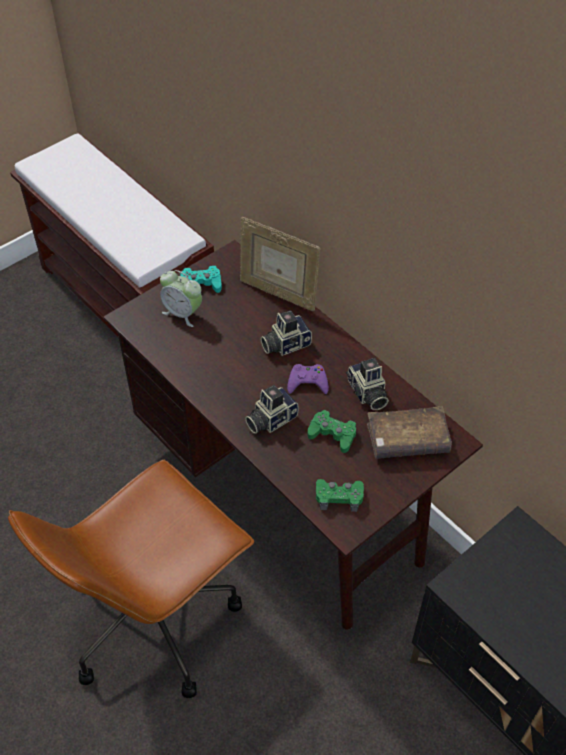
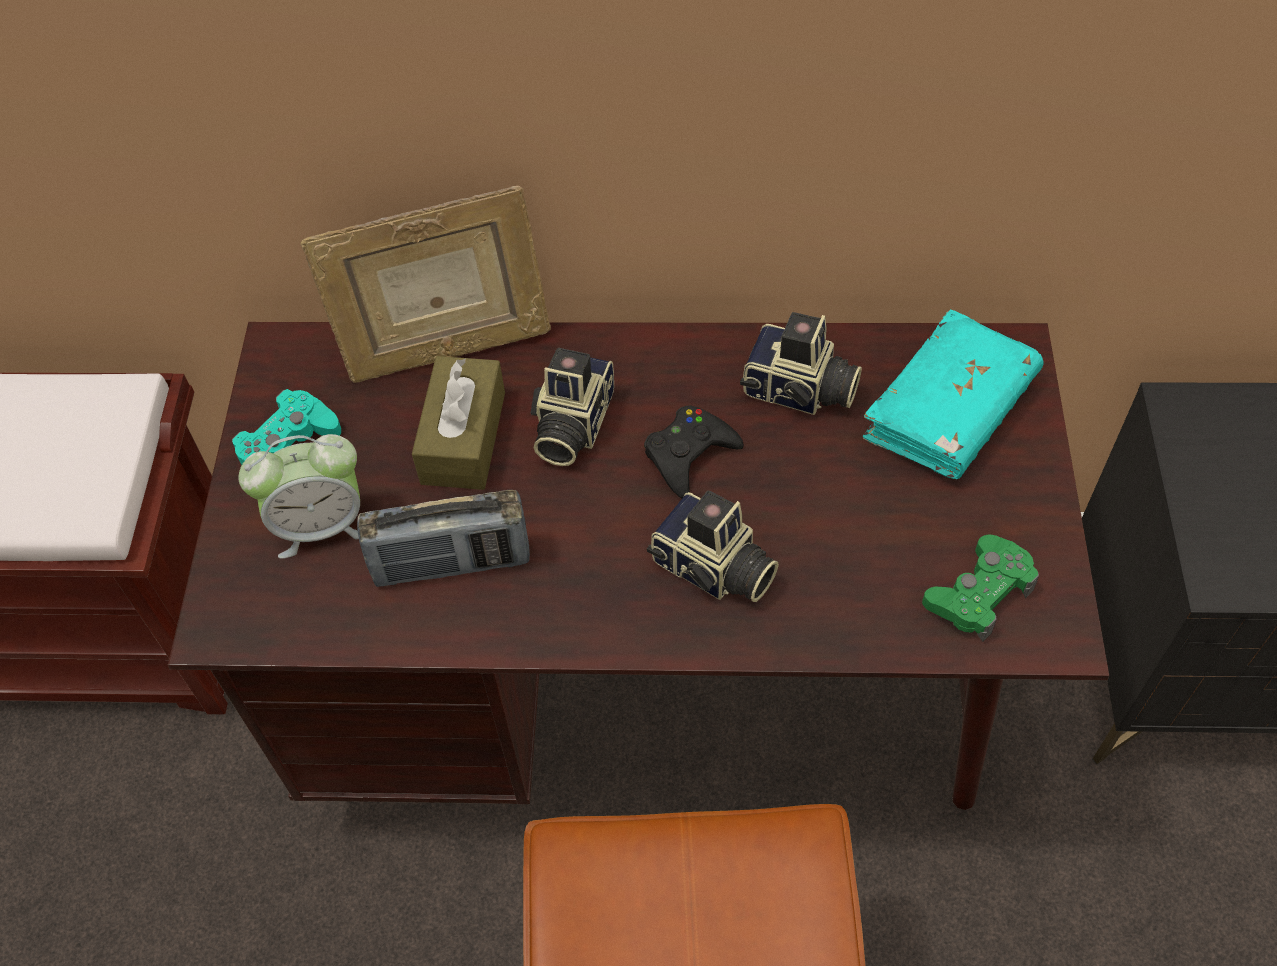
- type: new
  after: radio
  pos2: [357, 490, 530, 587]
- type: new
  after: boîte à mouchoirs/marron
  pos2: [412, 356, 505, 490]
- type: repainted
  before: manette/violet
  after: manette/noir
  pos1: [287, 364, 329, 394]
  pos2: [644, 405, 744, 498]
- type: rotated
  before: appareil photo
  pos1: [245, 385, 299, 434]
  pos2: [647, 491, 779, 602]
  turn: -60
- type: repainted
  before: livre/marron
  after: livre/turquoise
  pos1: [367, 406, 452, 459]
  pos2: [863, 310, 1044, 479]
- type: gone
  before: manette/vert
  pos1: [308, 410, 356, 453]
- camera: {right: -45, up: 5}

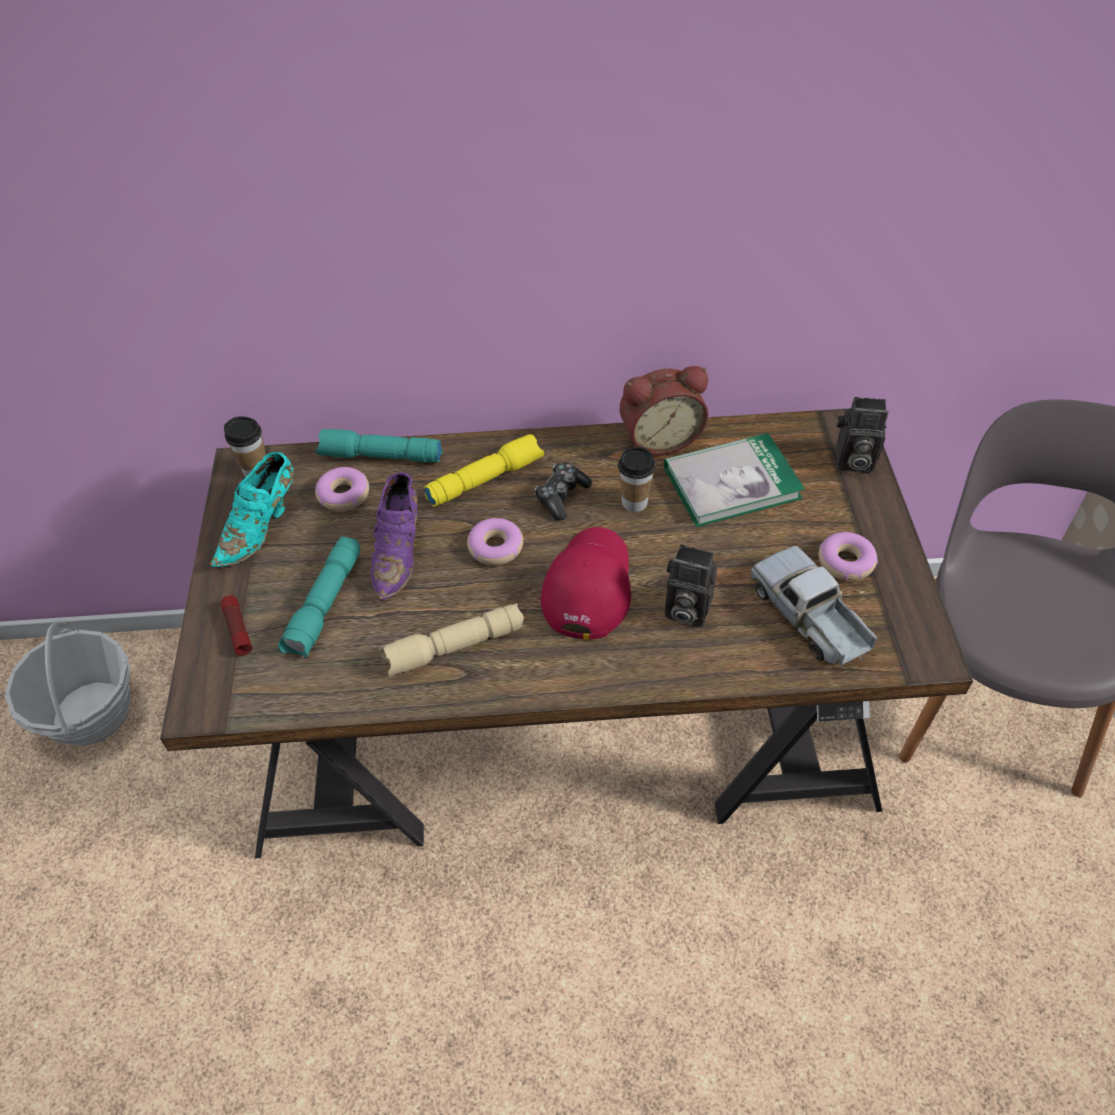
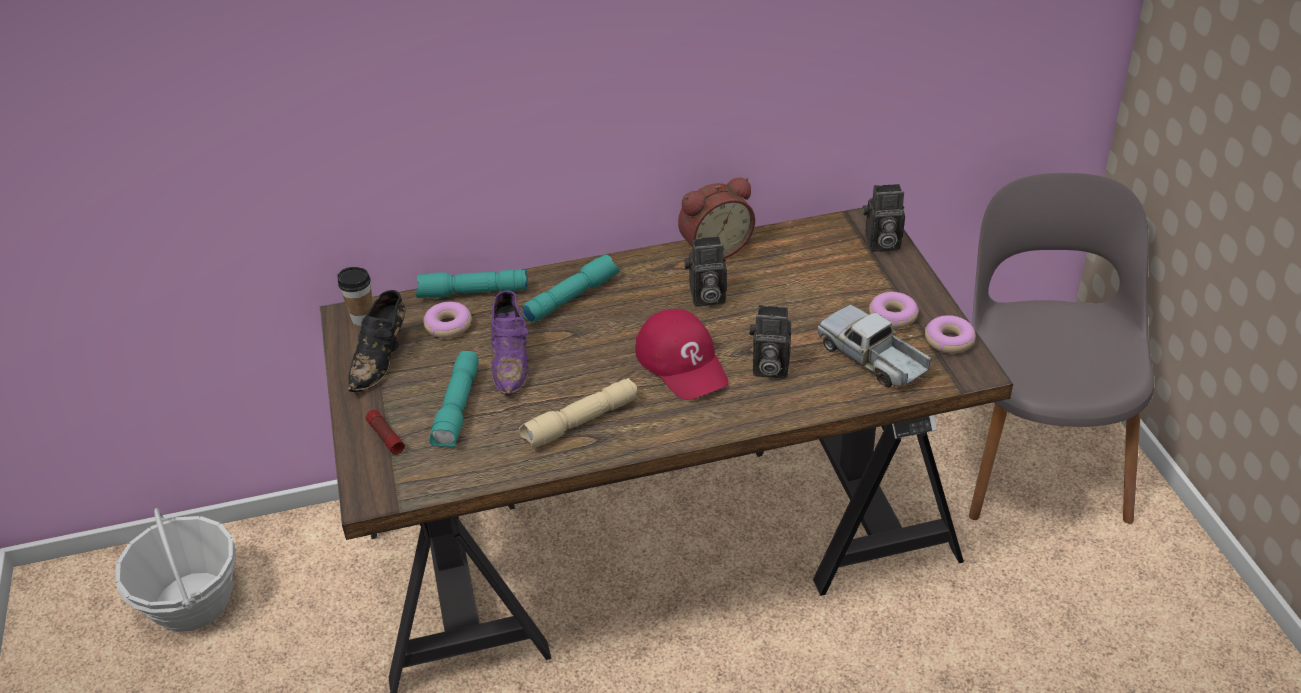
- type: repainted
  before: chaussure/turquoise
  after: chaussure/noir
  pos1: [210, 452, 294, 567]
  pos2: [348, 290, 406, 392]
- type: repainted
  before: lampe de poche/jaune
  after: lampe de poche/turquoise
  pos1: [424, 434, 544, 507]
  pos2: [522, 255, 619, 323]
- type: rotated
  before: casquette/rouge
  pos1: [541, 527, 631, 640]
  pos2: [635, 309, 729, 400]
  turn: 150
- type: swapped
  before: tasse
  after: appareil photo
  pos1: [618, 446, 656, 512]
  pos2: [684, 236, 727, 307]
- type: shifted
  before: beignet
  pos1: [467, 518, 523, 566]
  pos2: [925, 315, 976, 354]
- type: gone
  before: manette
  pos1: [535, 462, 593, 521]
- type: gone
  before: livre
  pos1: [664, 433, 805, 527]
- camera: {right: -10, up: -10}

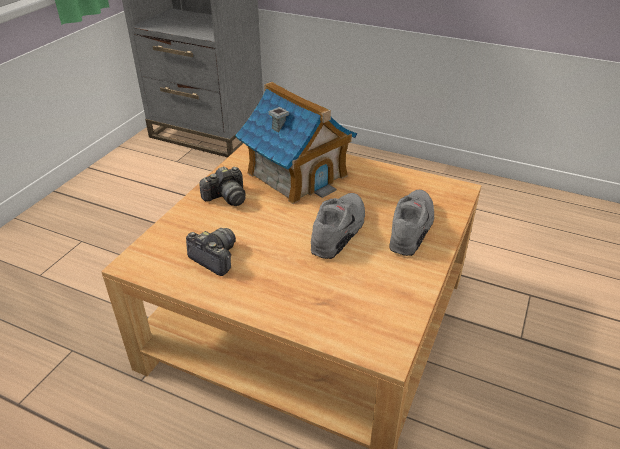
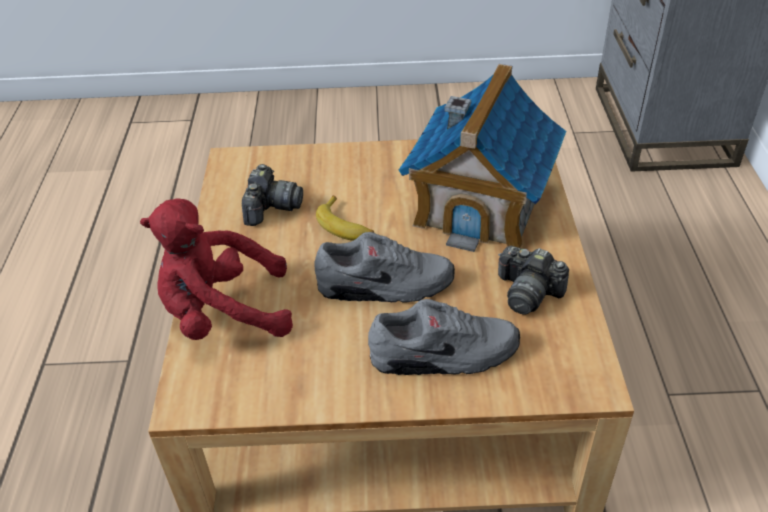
- type: new
  after: peluche/rouge
  pos2: [140, 198, 293, 340]
- type: new
  after: banane
  pos2: [316, 195, 374, 241]
- type: shifted
  before: appareil photo
  pos1: [199, 166, 246, 206]
  pos2: [498, 246, 569, 315]
- camera: {right: 65, up: 5}

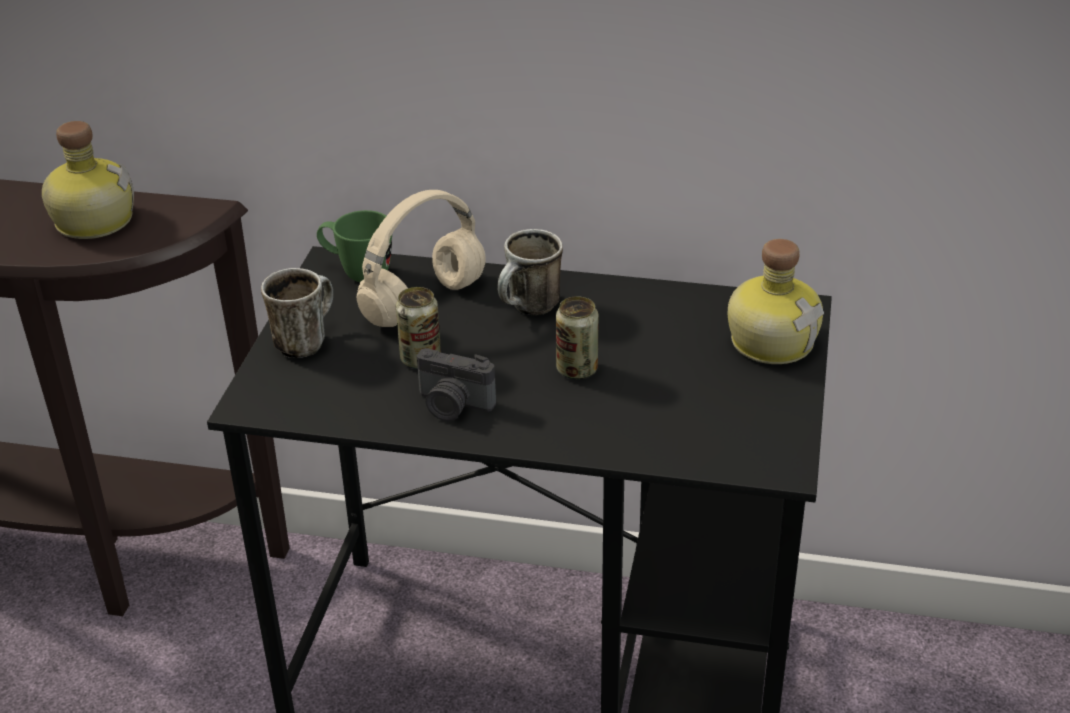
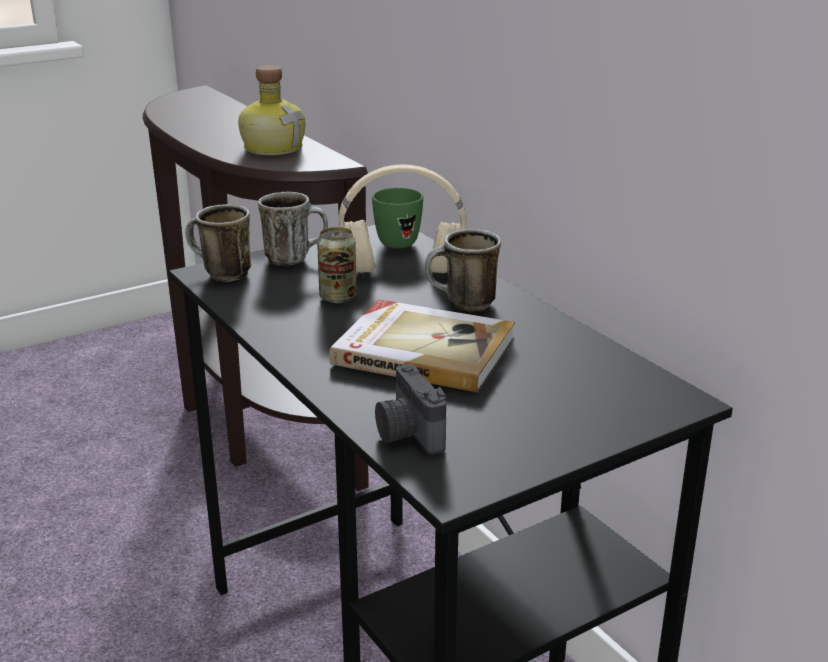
- type: new
  after: mug
  pos2: [185, 204, 251, 282]
- type: swapped
  before: boîte métallique
  after: livre
  pos1: [556, 296, 599, 379]
  pos2: [329, 299, 515, 393]
- type: shifted
  before: appareil photo
  pos1: [417, 348, 496, 421]
  pos2: [375, 364, 446, 455]
- type: gone
  before: bouteille
  pos1: [728, 239, 824, 364]
- camera: {right: 45, up: -10}

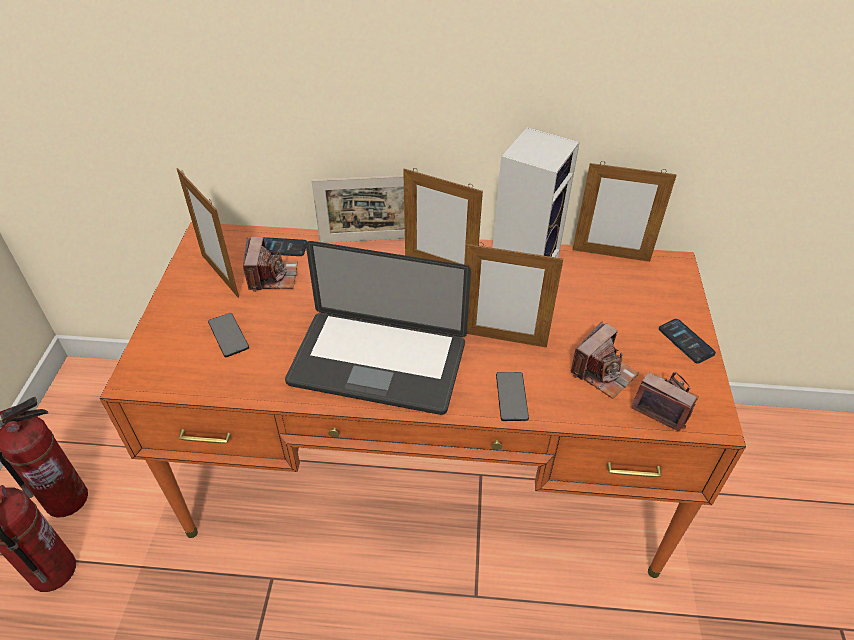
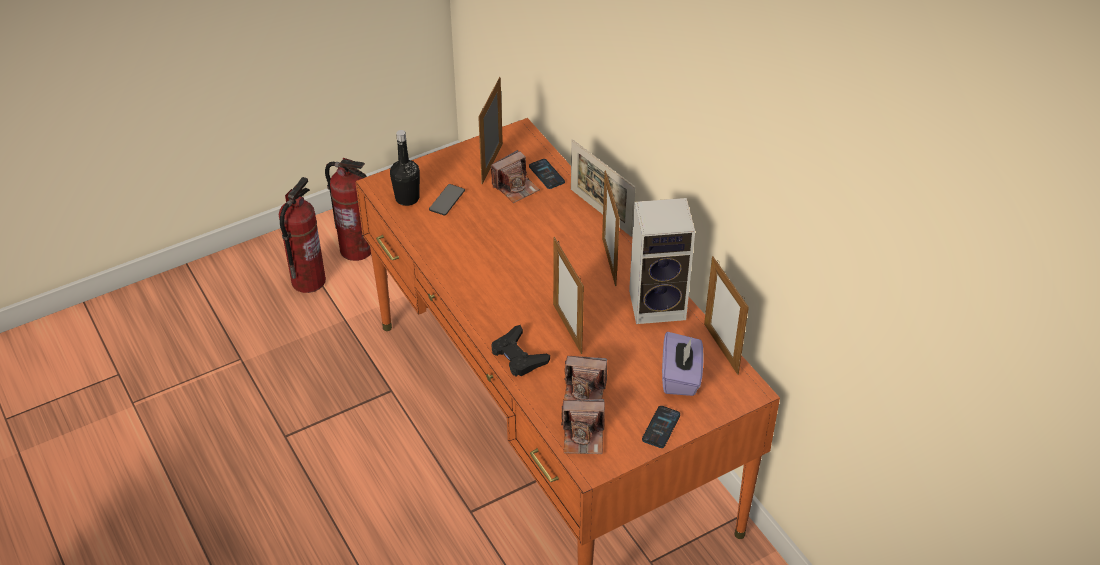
- type: new
  after: bouteille/noir
  pos2: [390, 130, 420, 206]
- type: swapped
  before: téléphone
  after: manette/noir
  pos1: [496, 372, 529, 421]
  pos2: [491, 325, 550, 377]
- type: rotated
  before: appareil photo
  pos1: [631, 372, 699, 431]
  pos2: [561, 399, 605, 454]
  turn: 90
- type: new
  after: boîte à mouchoirs/violet
  pos2: [662, 332, 703, 396]
- type: gone
  before: ordinateur portable
  pos1: [285, 241, 471, 415]
- camera: {right: 55, up: 0}

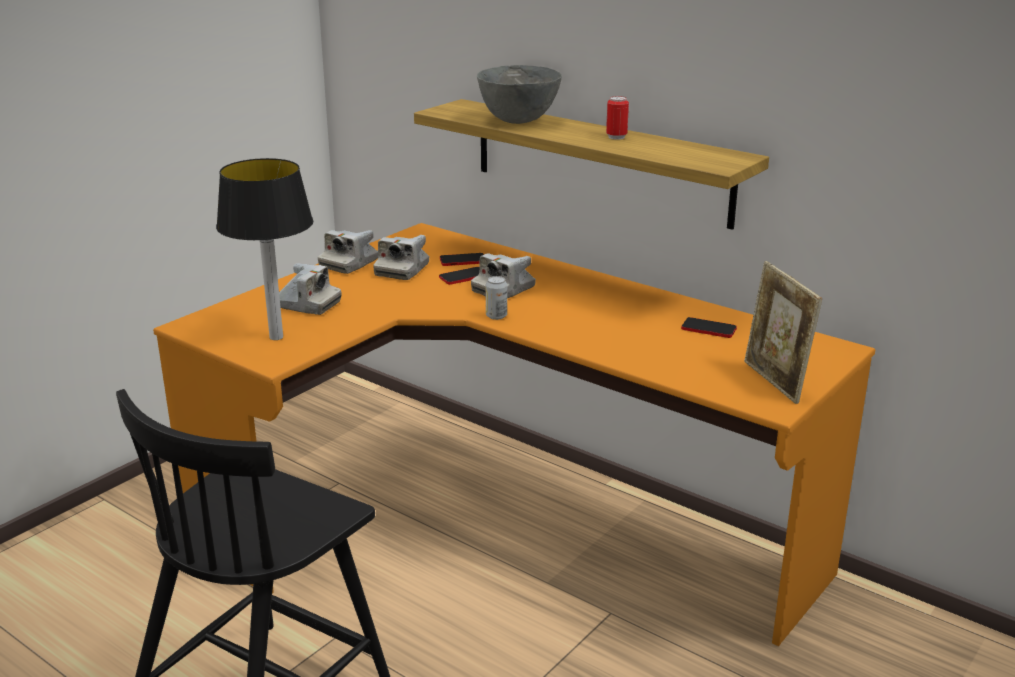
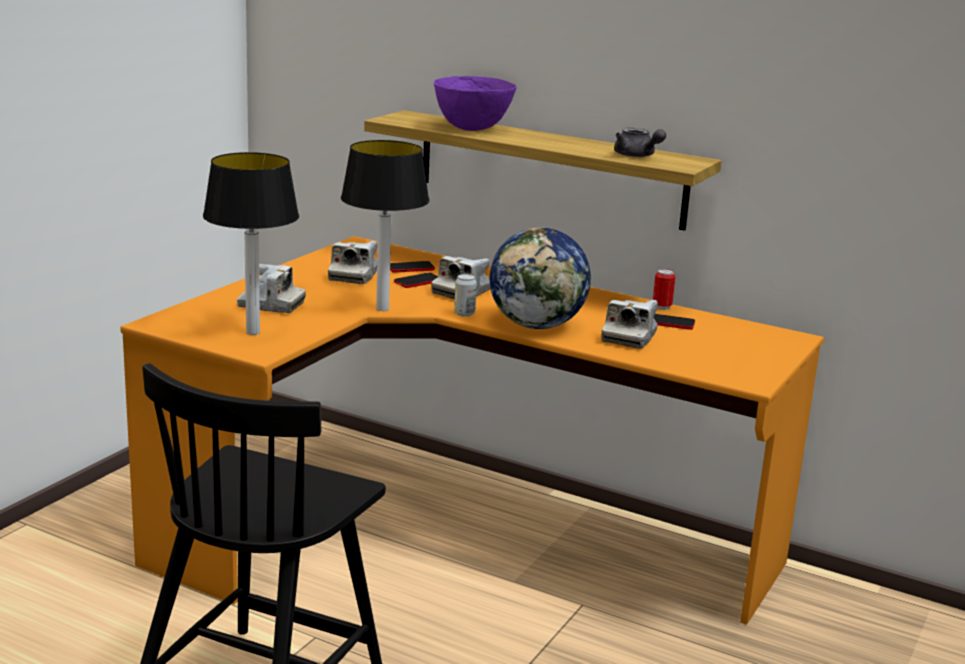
- type: new
  after: lampe de table
  pos2: [341, 140, 429, 311]
- type: repainted
  before: bol/gris
  after: bol/violet
  pos1: [477, 65, 562, 124]
  pos2: [434, 76, 517, 131]
- type: new
  after: globe
  pos2: [489, 227, 591, 329]
- type: shifted
  before: appareil photo
  pos1: [318, 230, 378, 274]
  pos2: [601, 300, 658, 349]
- type: new
  after: théière/gris
  pos2: [614, 128, 666, 157]
- type: shifted
  before: boîte métallique
  pos1: [606, 96, 629, 140]
  pos2: [653, 269, 675, 310]
- type: gone
  before: cadre photo
  pos1: [744, 261, 822, 404]
- camera: {right: -10, up: -5}

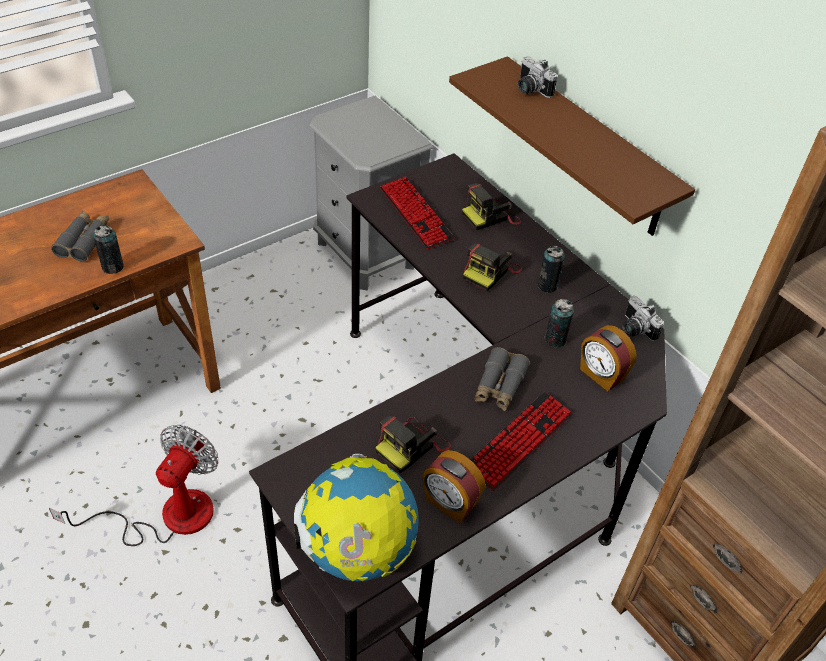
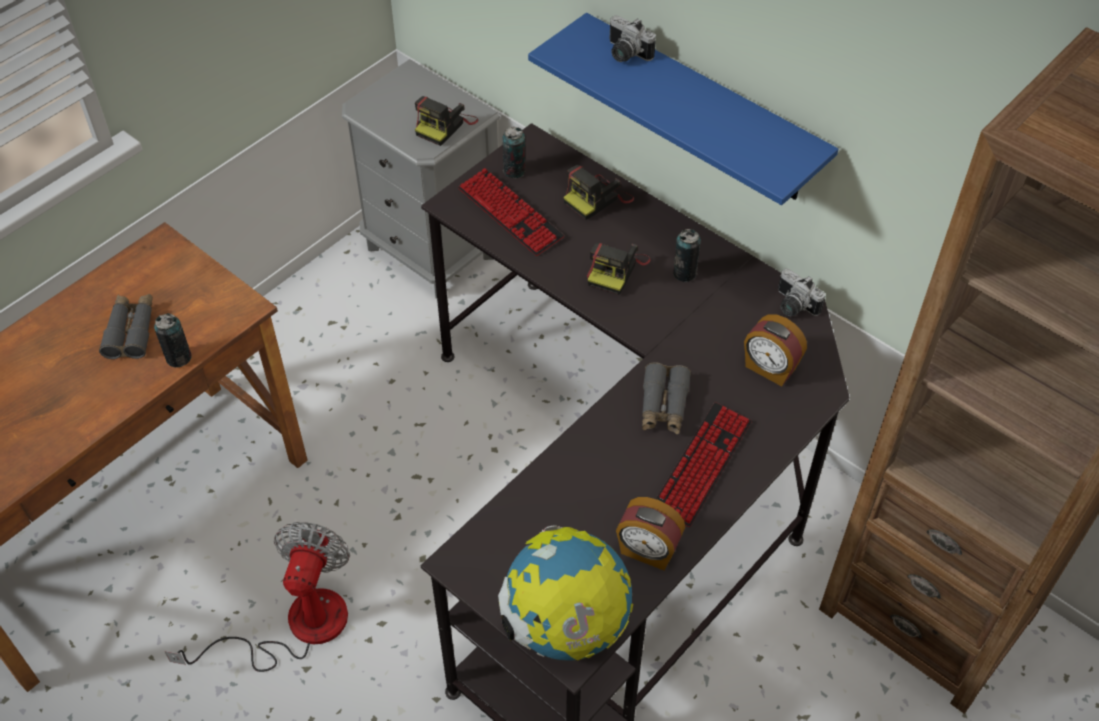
- type: shifted
  before: appareil photo
  pos1: [375, 415, 451, 473]
  pos2: [415, 96, 478, 146]
- type: shifted
  before: boîte métallique
  pos1: [544, 299, 574, 348]
  pos2: [502, 127, 525, 178]
- type: repainted
  before: étagère/marron
  after: étagère/bleu
  pos1: [449, 57, 695, 236]
  pos2: [528, 13, 838, 205]
- camera: {right: -10, up: 5}

